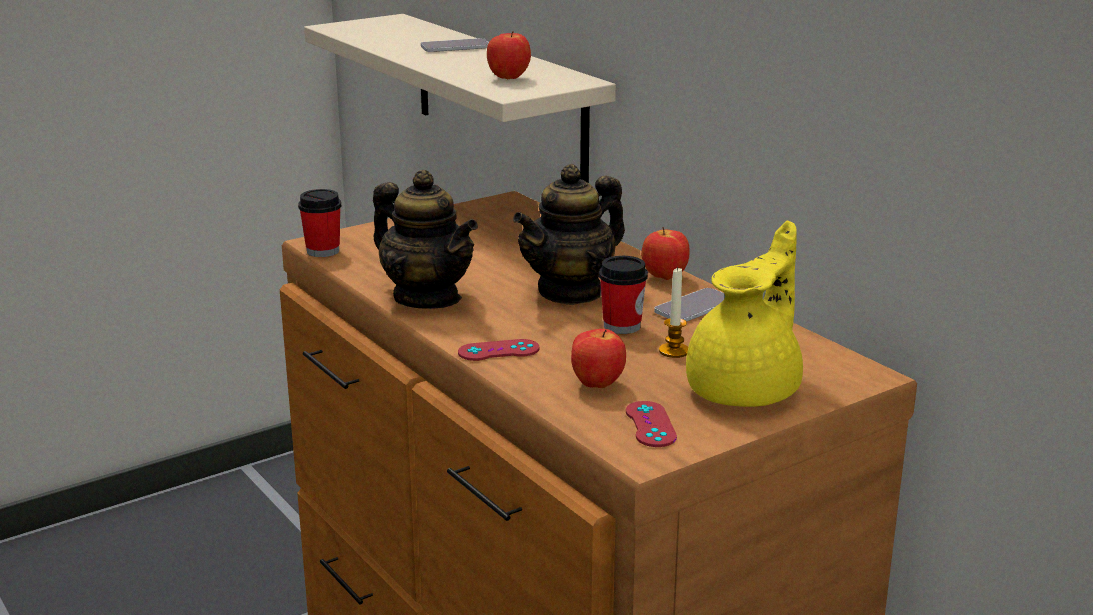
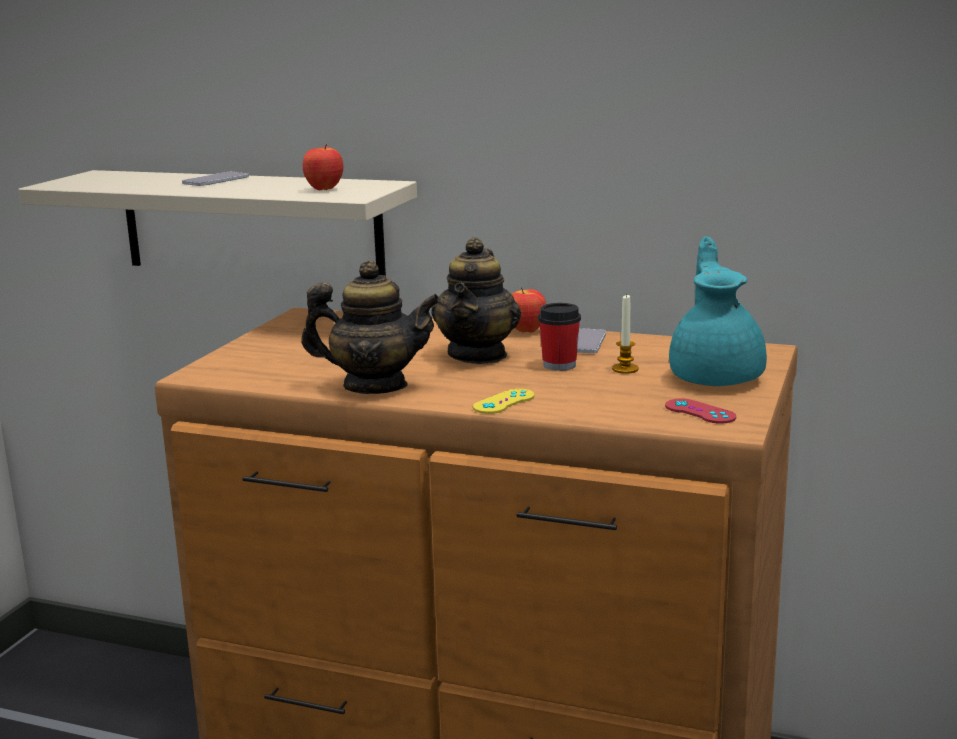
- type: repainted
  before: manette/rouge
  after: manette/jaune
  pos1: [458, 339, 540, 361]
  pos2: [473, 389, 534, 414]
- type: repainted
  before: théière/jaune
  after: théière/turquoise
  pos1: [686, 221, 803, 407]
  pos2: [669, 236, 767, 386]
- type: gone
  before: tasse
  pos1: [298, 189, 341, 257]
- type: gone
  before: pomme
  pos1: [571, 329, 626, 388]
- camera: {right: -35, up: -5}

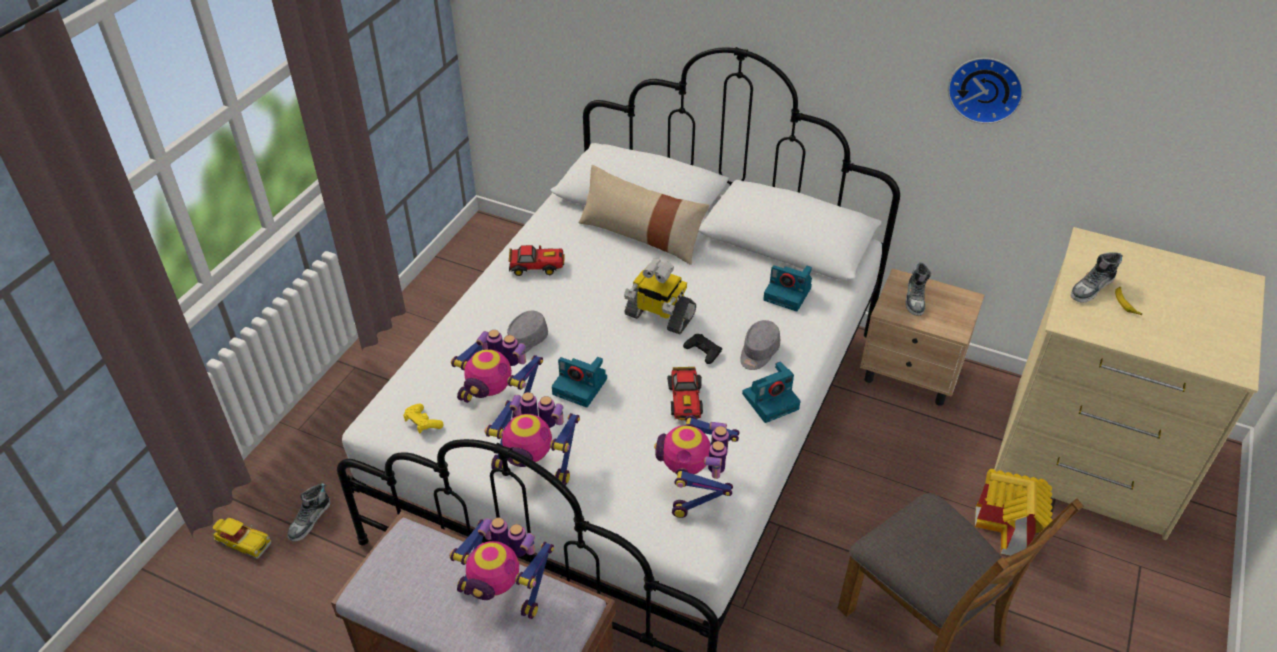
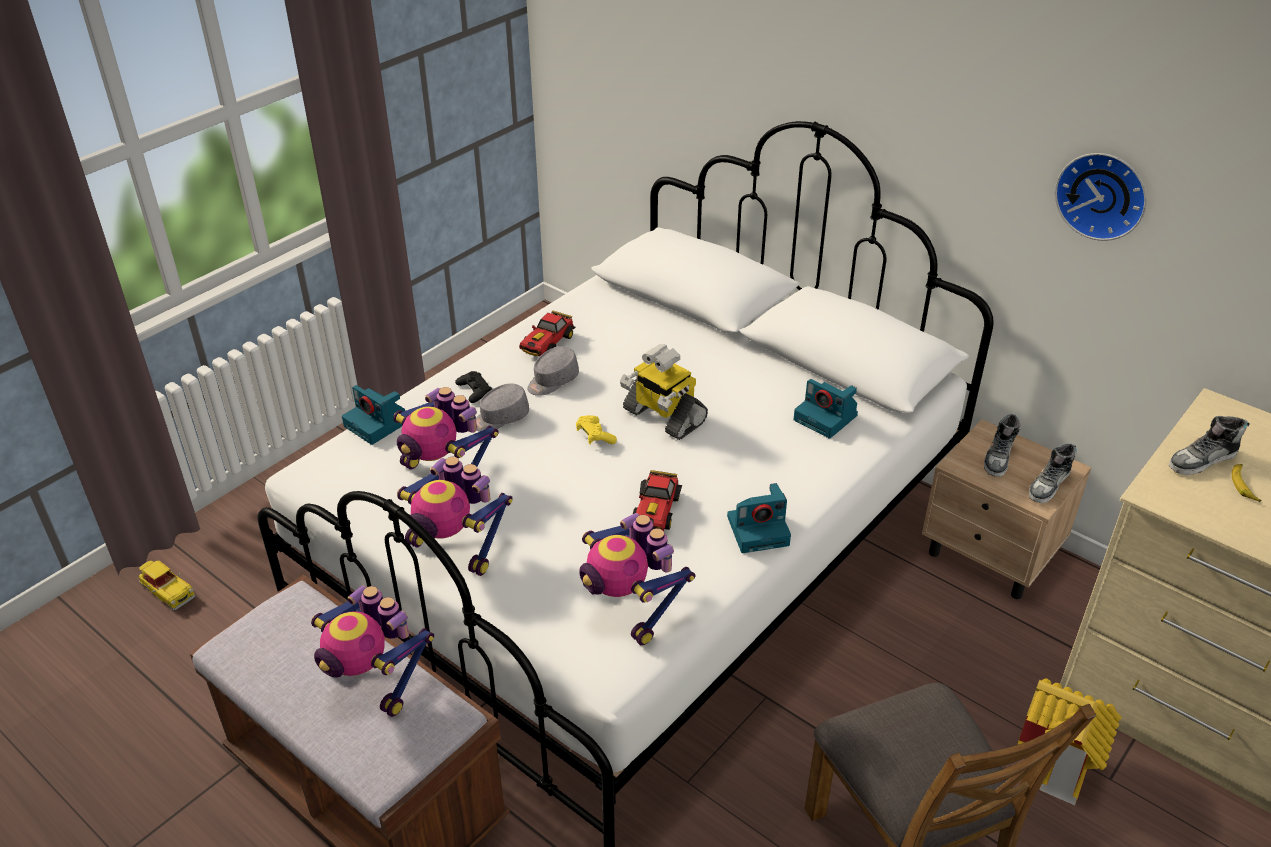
- type: shifted
  before: appareil photo
  pos1: [552, 357, 607, 407]
  pos2: [342, 385, 405, 445]
- type: shifted
  before: manette/noir
  pos1: [683, 334, 722, 364]
  pos2: [455, 371, 492, 403]
- type: rotated
  before: petite voiture
  pos1: [509, 245, 565, 276]
  pos2: [519, 310, 575, 356]
  turn: 105
- type: shifted
  before: casquette/gris
  pos1: [740, 320, 780, 370]
  pos2: [527, 346, 579, 396]
- type: shifted
  before: manette/jaune
  pos1: [403, 404, 444, 434]
  pos2: [576, 415, 617, 444]
- type: rotated
  before: robot jouet
  pos1: [654, 415, 739, 518]
  pos2: [579, 513, 695, 646]
  turn: -60
- type: shifted
  before: chaussure
  pos1: [287, 483, 331, 542]
  pos2: [1029, 444, 1077, 503]
- type: gone
  before: coussin/beige
  pos1: [578, 165, 709, 265]
- camera: {right: 15, up: -5}

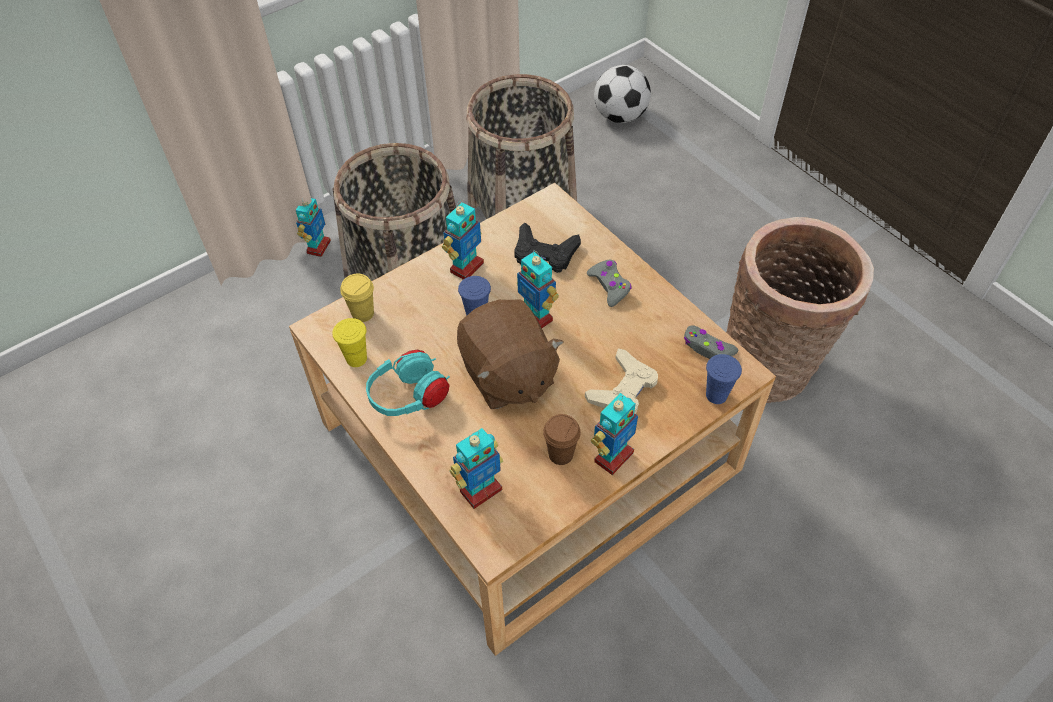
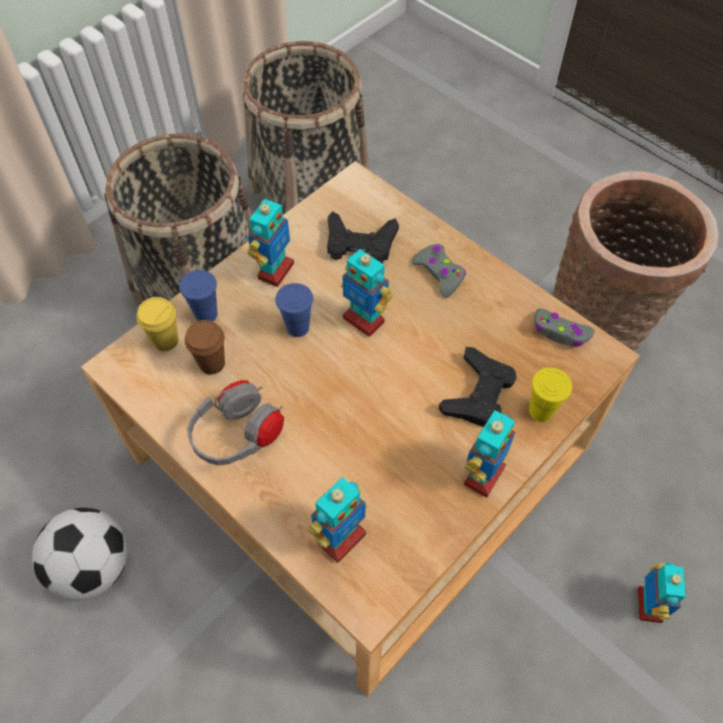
- type: shifted
  before: ballon de foot
  pos1: [594, 65, 651, 123]
  pos2: [32, 508, 127, 600]
- type: shifted
  before: tasse/bleu
  pos1: [706, 354, 742, 404]
  pos2: [179, 270, 218, 321]
- type: shifted
  before: tasse/marron
  pos1: [543, 414, 581, 465]
  pos2: [185, 320, 225, 375]
- type: repainted
  before: casque audio/turquoise
  after: casque audio/gris
  pos1: [366, 350, 450, 416]
  pos2: [187, 380, 284, 465]
- type: repainted
  before: manette/beige
  after: manette/noir
  pos1: [585, 348, 658, 414]
  pos2: [439, 347, 517, 427]
- type: shifted
  before: tasse/jaune
  pos1: [332, 318, 367, 367]
  pos2: [529, 367, 572, 422]
- type: shifted
  before: robot jouet
  pos1: [296, 197, 331, 257]
  pos2: [638, 563, 686, 623]
- type: gone
  before: peluche/marron
  pos1: [457, 299, 564, 409]
- camera: {right: -10, up: 5}

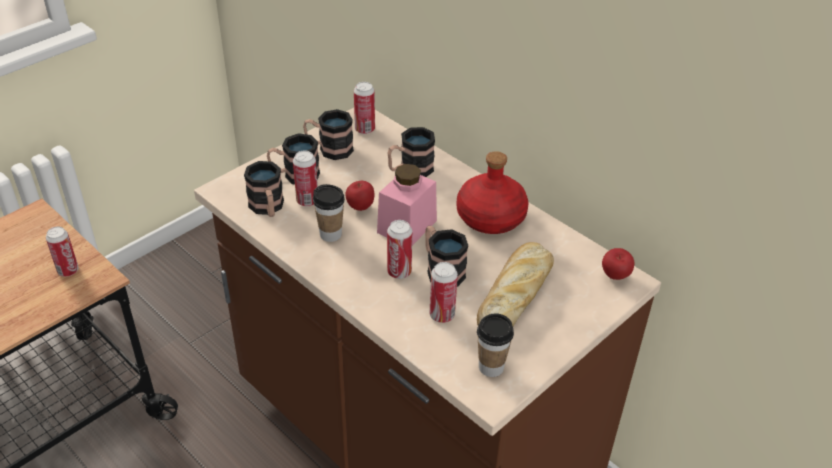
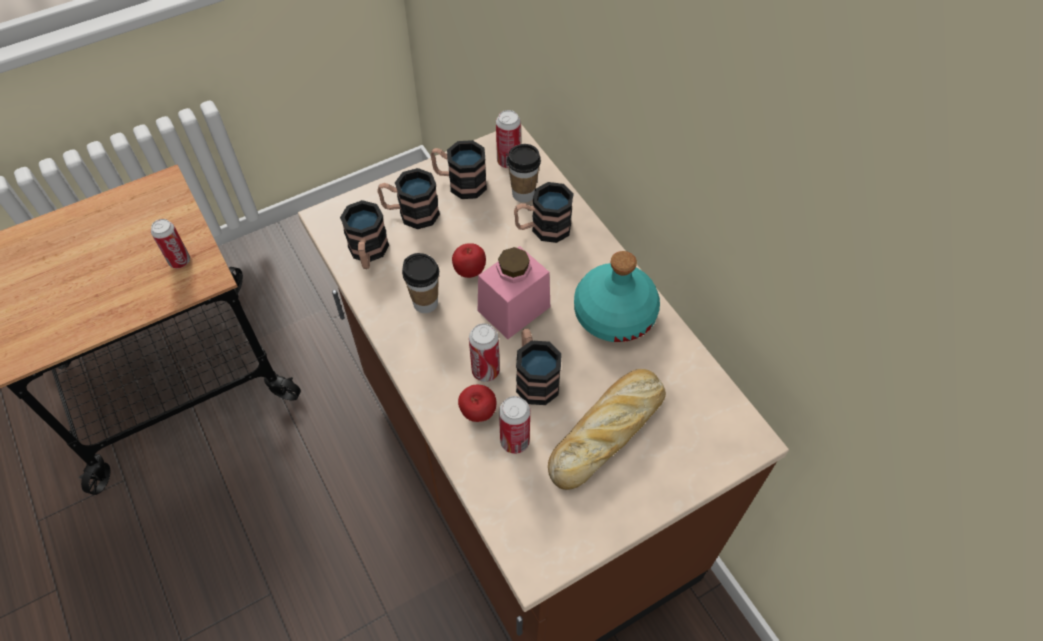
- type: shifted
  before: pomme
  pos1: [602, 248, 634, 280]
  pos2: [458, 385, 496, 422]
- type: shifted
  before: tasse
  pos1: [477, 313, 514, 377]
  pos2: [507, 144, 541, 203]
- type: repainted
  before: bouteille/rouge
  after: bouteille/turquoise
  pos1: [457, 151, 529, 234]
  pos2: [574, 251, 660, 342]
- type: gone
  before: boîte métallique
  pos1: [293, 151, 318, 207]
- camera: {right: 15, up: 15}

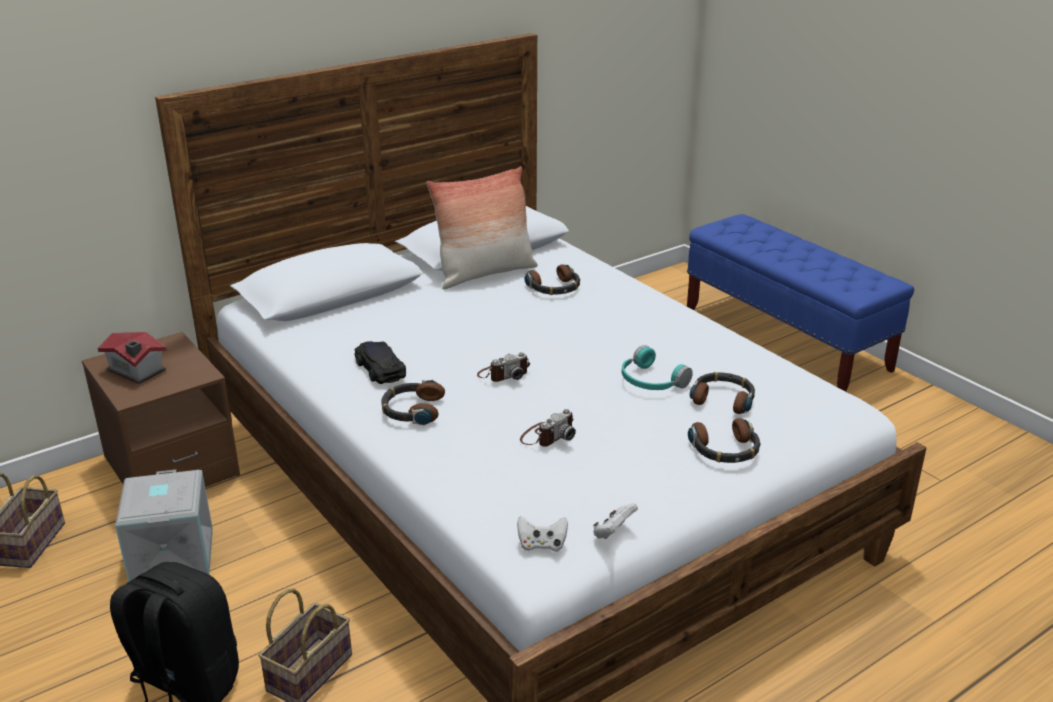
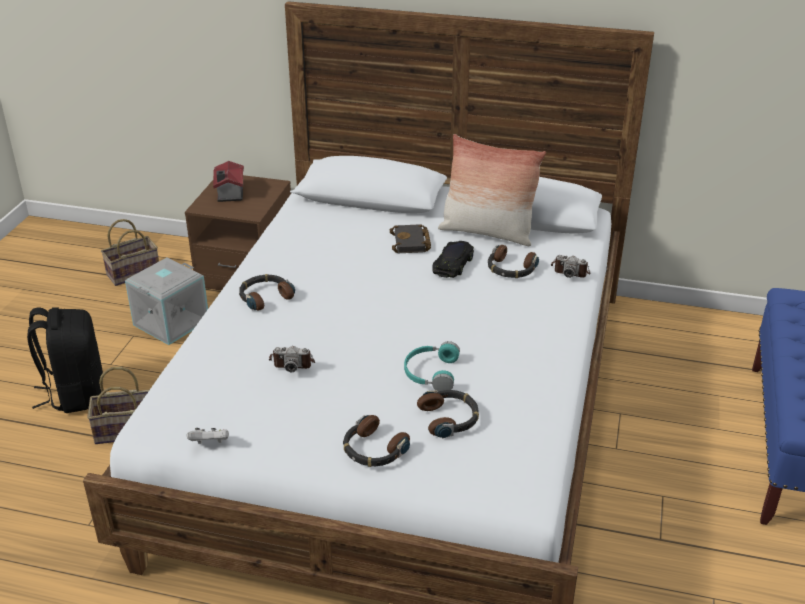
- type: new
  after: livre/noir
  pos2: [390, 224, 431, 253]
- type: shifted
  before: petite voiture/noir
  pos1: [355, 341, 406, 384]
  pos2: [432, 241, 474, 278]
- type: shifted
  before: appareil photo
  pos1: [477, 352, 530, 382]
  pos2: [551, 255, 590, 278]
- type: gone
  before: manette/blanc
  pos1: [517, 516, 568, 552]
- camera: {right: 50, up: 5}

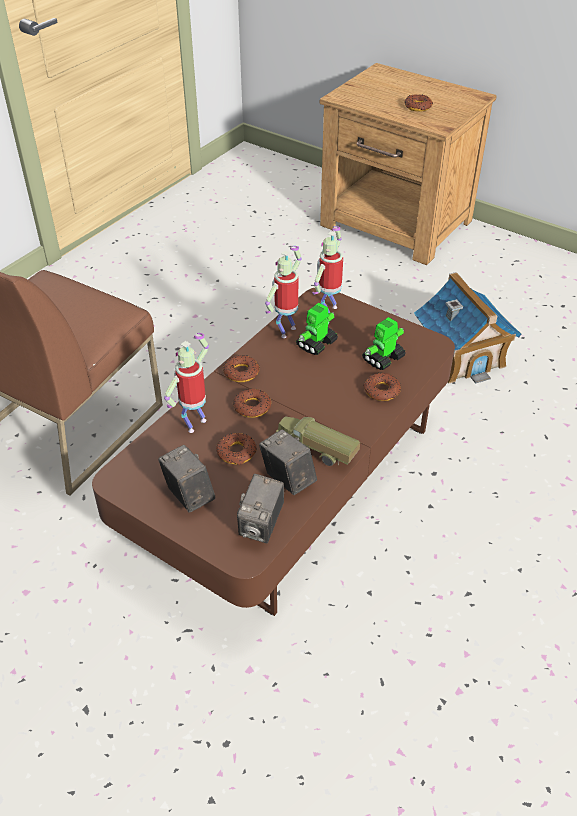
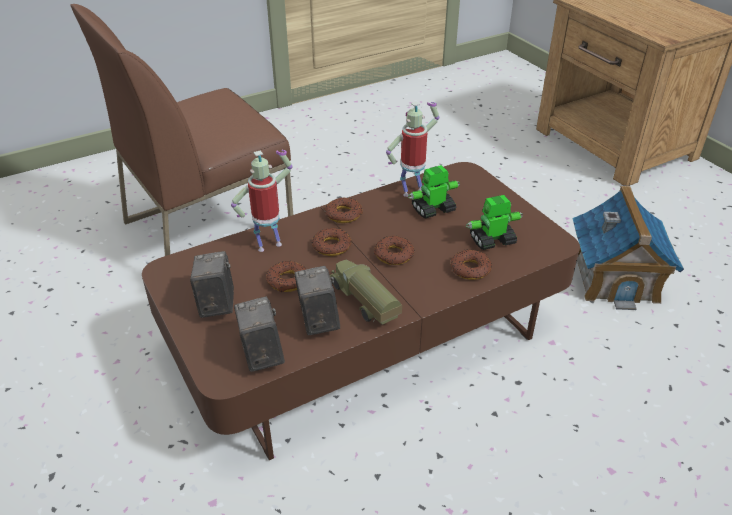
- type: rotated
  before: appareil photo
  pos1: [237, 474, 284, 543]
  pos2: [234, 296, 285, 372]
  turn: 120
- type: shifted
  before: beignet
  pos1: [404, 95, 433, 112]
  pos2: [374, 236, 415, 265]
- type: gone
  before: robot jouet
  pos1: [312, 226, 343, 313]
- camera: {right: 25, up: -5}

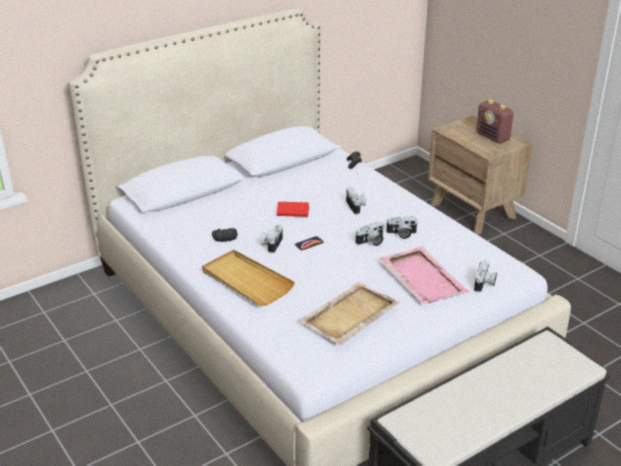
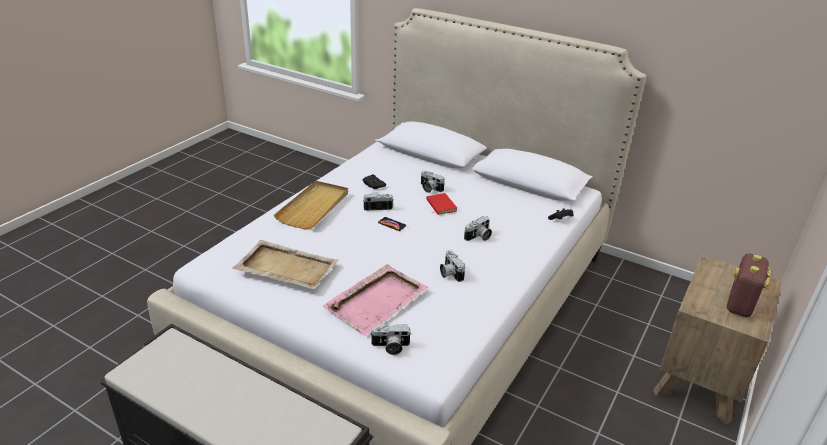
- type: shifted
  before: appareil photo
  pos1: [355, 222, 384, 246]
  pos2: [421, 171, 445, 193]
- camera: {right: 65, up: 0}

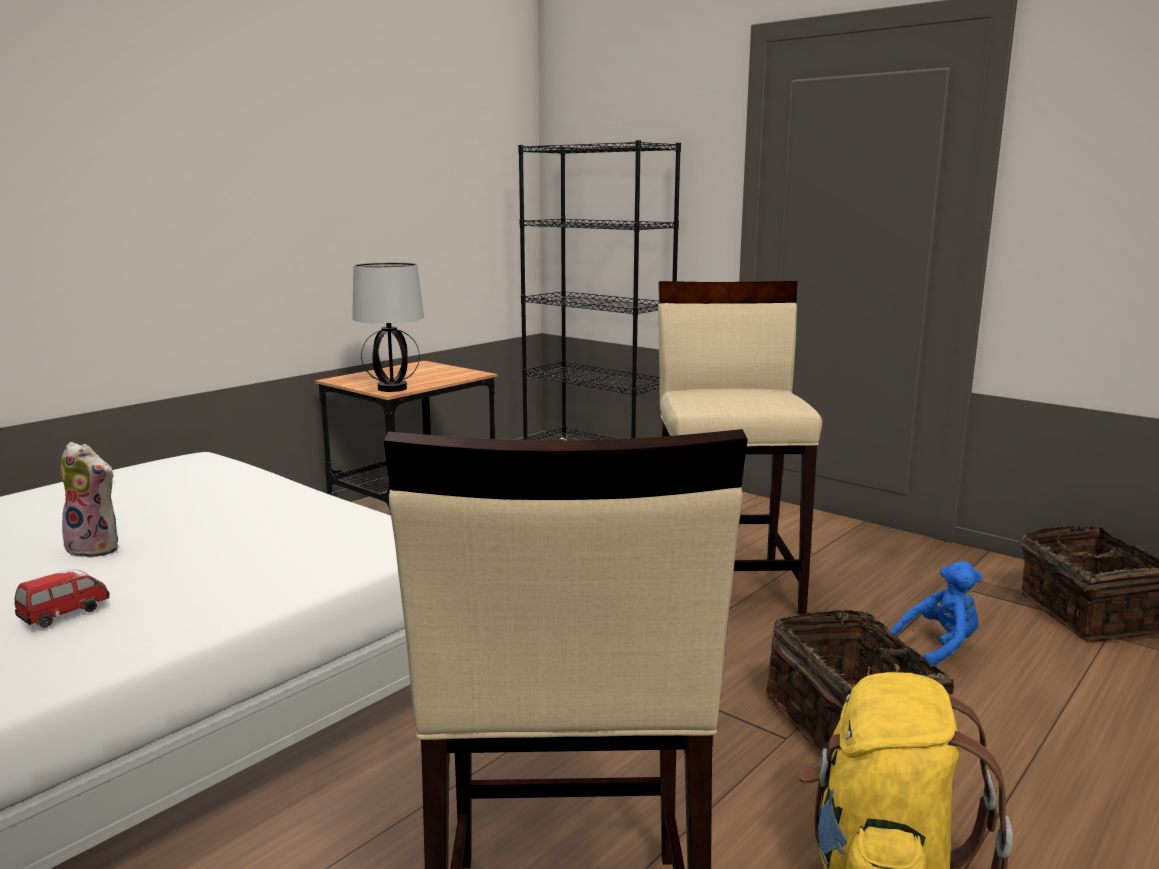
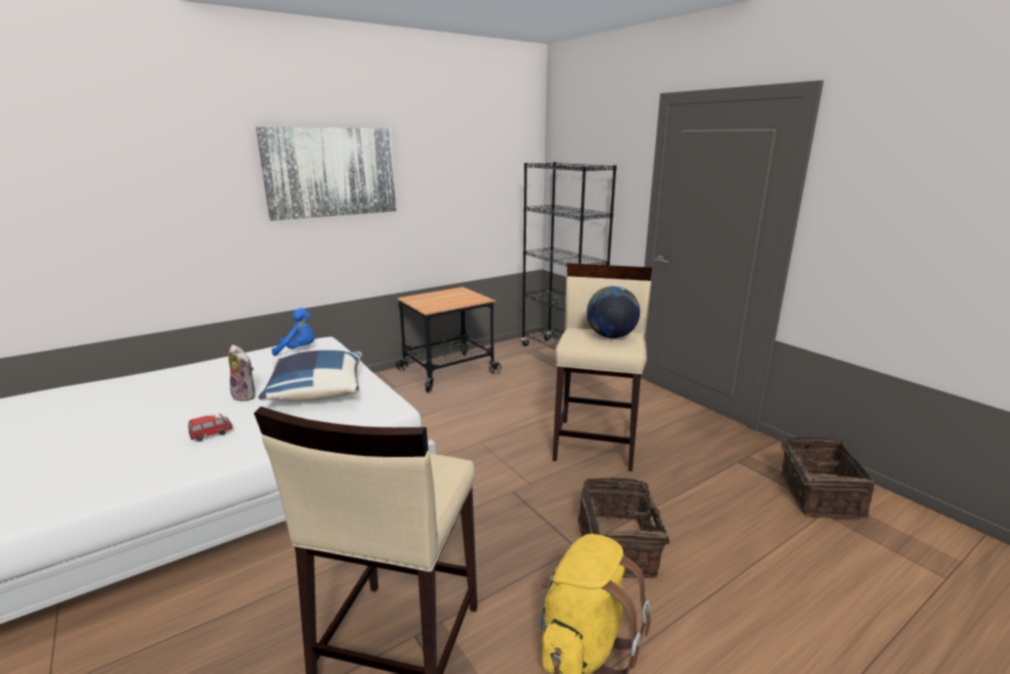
- type: new
  after: tableau
  pos2: [256, 127, 396, 221]
- type: new
  after: coussin/bleu
  pos2: [258, 350, 362, 402]
- type: shifted
  before: peluche/bleu
  pos1: [890, 561, 983, 666]
  pos2: [271, 308, 315, 356]
- type: new
  after: globe
  pos2: [587, 286, 640, 338]
- type: gone
  before: lampe de table
  pos1: [352, 262, 424, 392]
- camera: {right: 15, up: 5}

